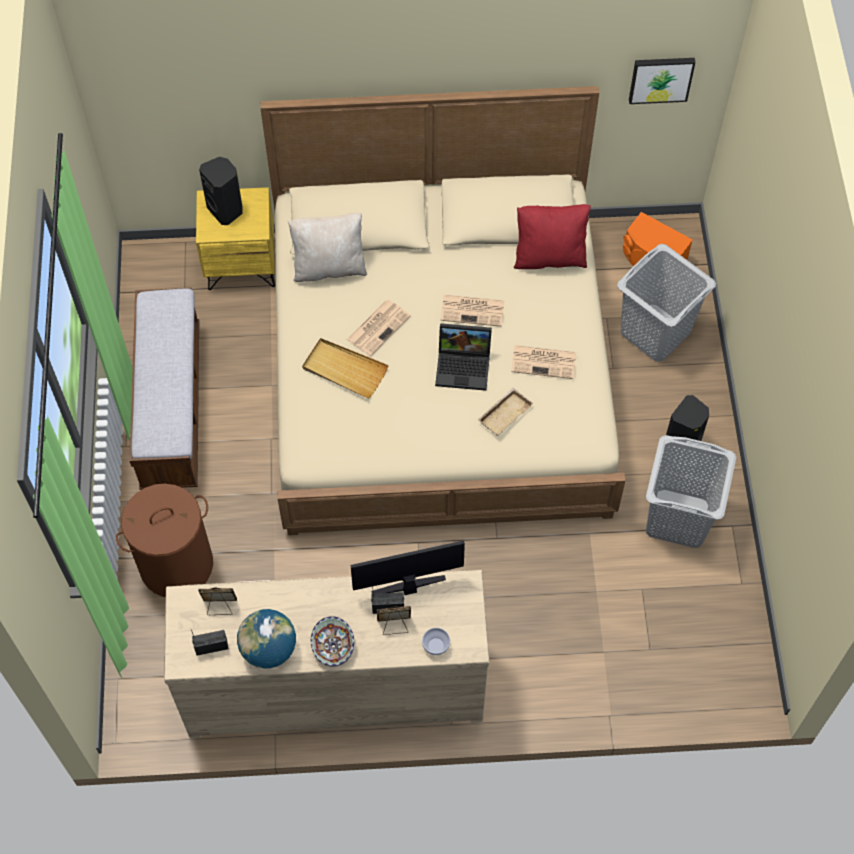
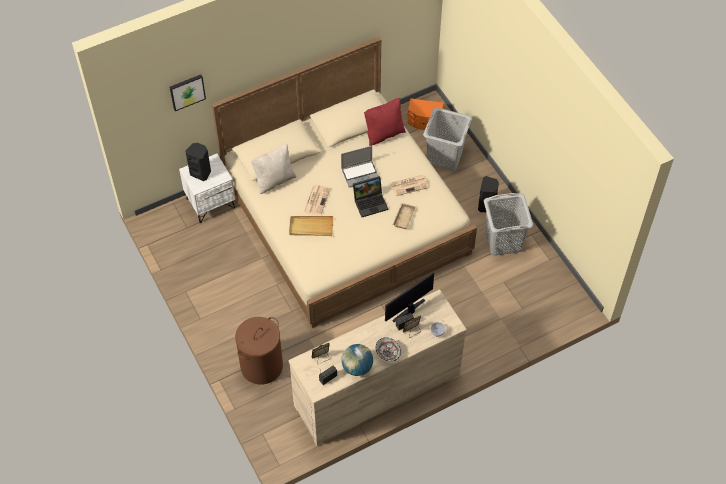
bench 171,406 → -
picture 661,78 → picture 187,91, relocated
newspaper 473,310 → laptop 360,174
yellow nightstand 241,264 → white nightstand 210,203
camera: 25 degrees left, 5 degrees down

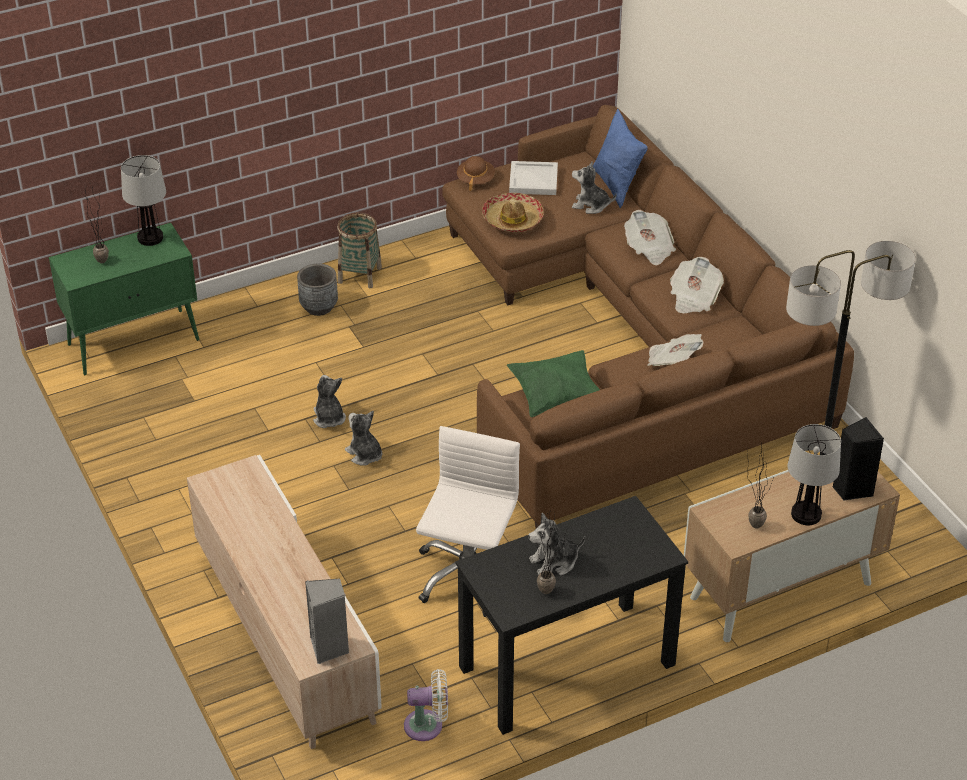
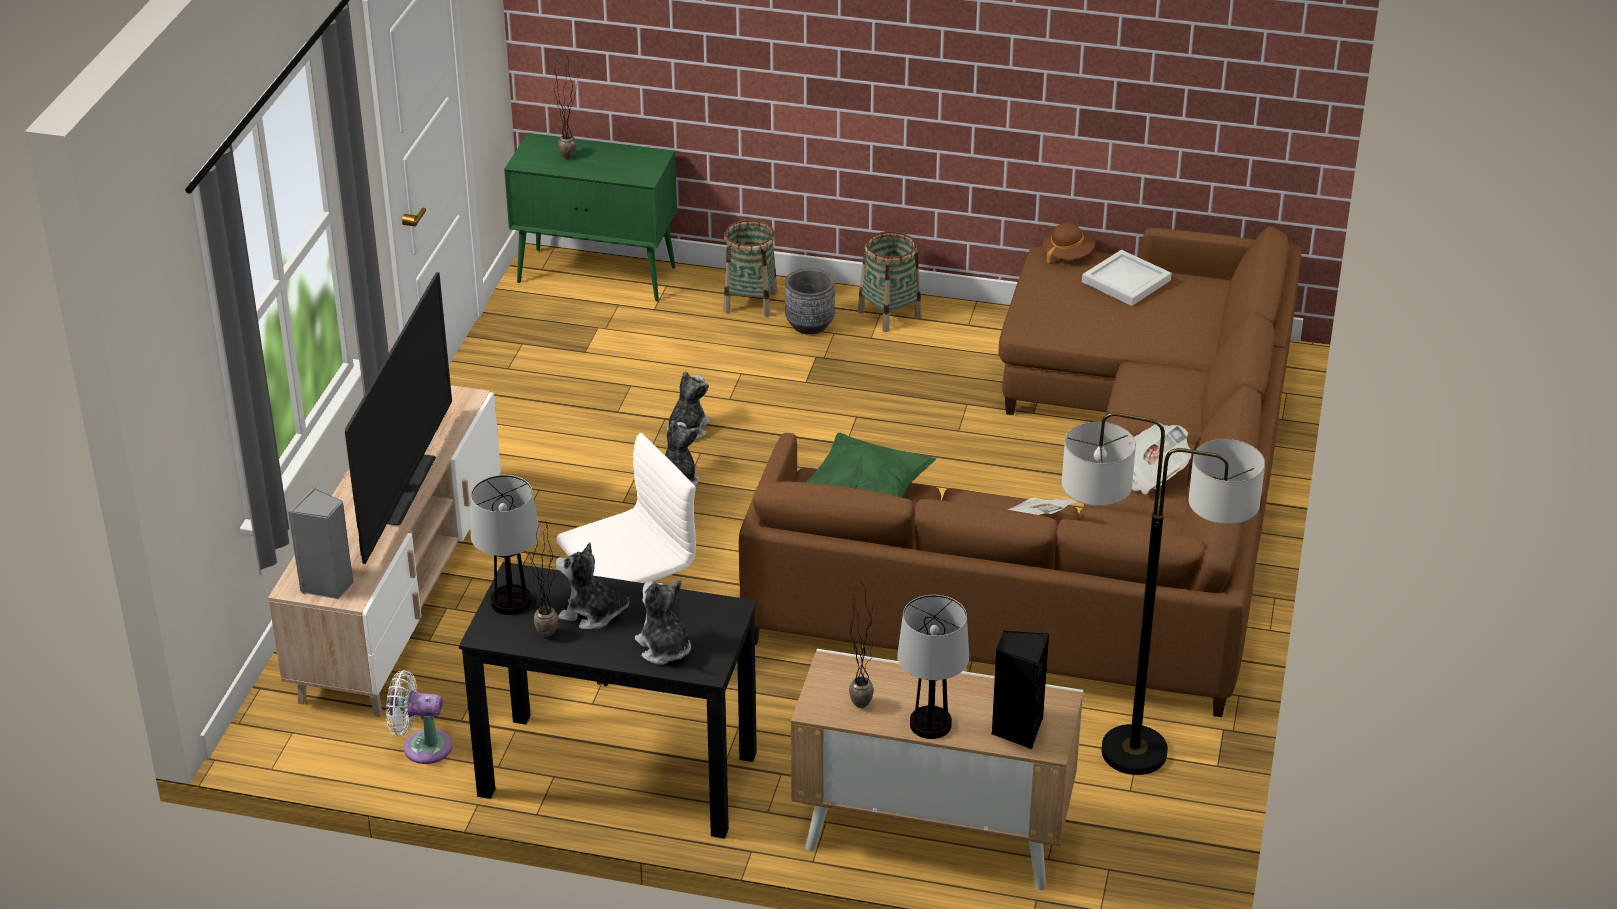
clothing hat 512,219 → -
bluish cushion 617,186 → -
newspaper 649,249 → -
- → TV set 407,490
- → storage basket 750,302
lamp for a table 151,238 → lamp for a table 511,602, relocated
soft toy 591,205 → soft toy 664,648, relocated
white fan 428,725 → white fan 422,746, 150 degrees clockwise
camera: 40 degrees right, 5 degrees down

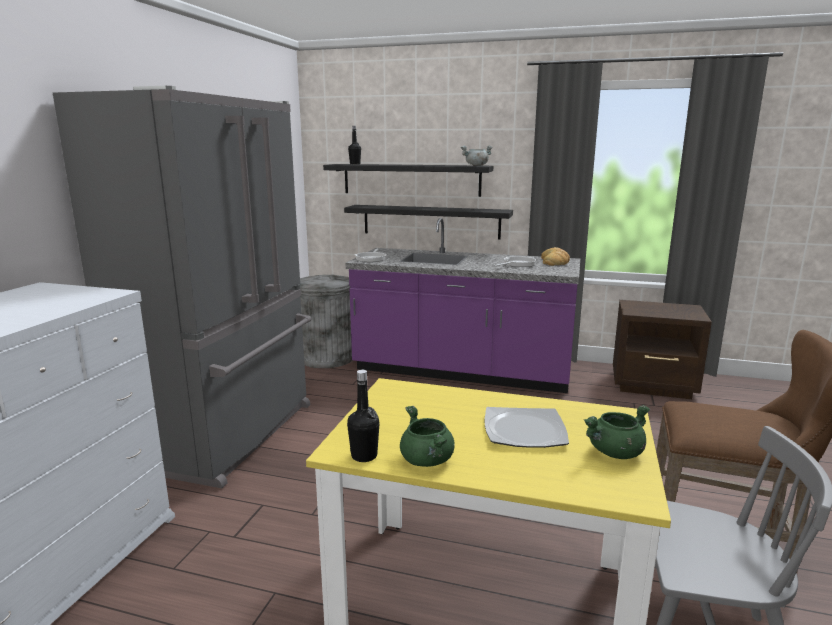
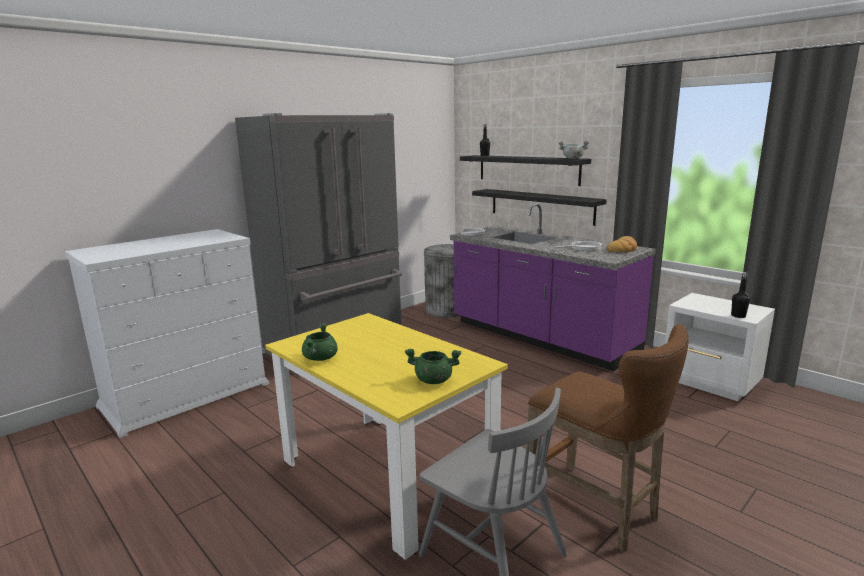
dinner plate 525,431 → -
black-coloured bottle 364,456 → black-coloured bottle 738,316, relocated
brown nightstand 654,386 → white nightstand 711,383
camera: 30 degrees right, 0 degrees up

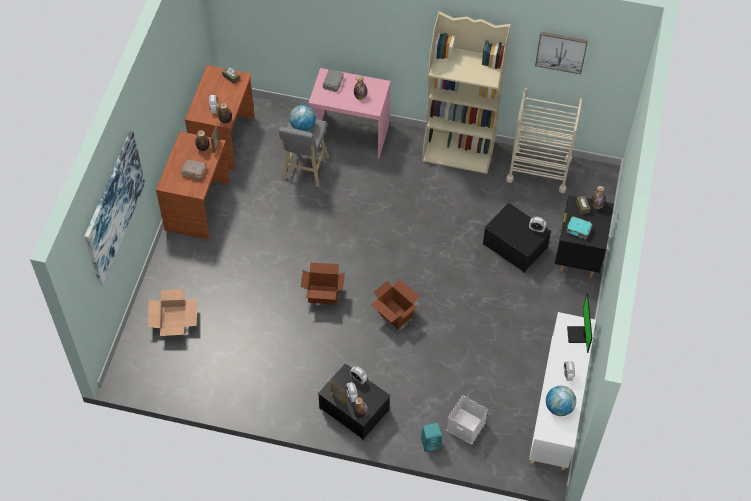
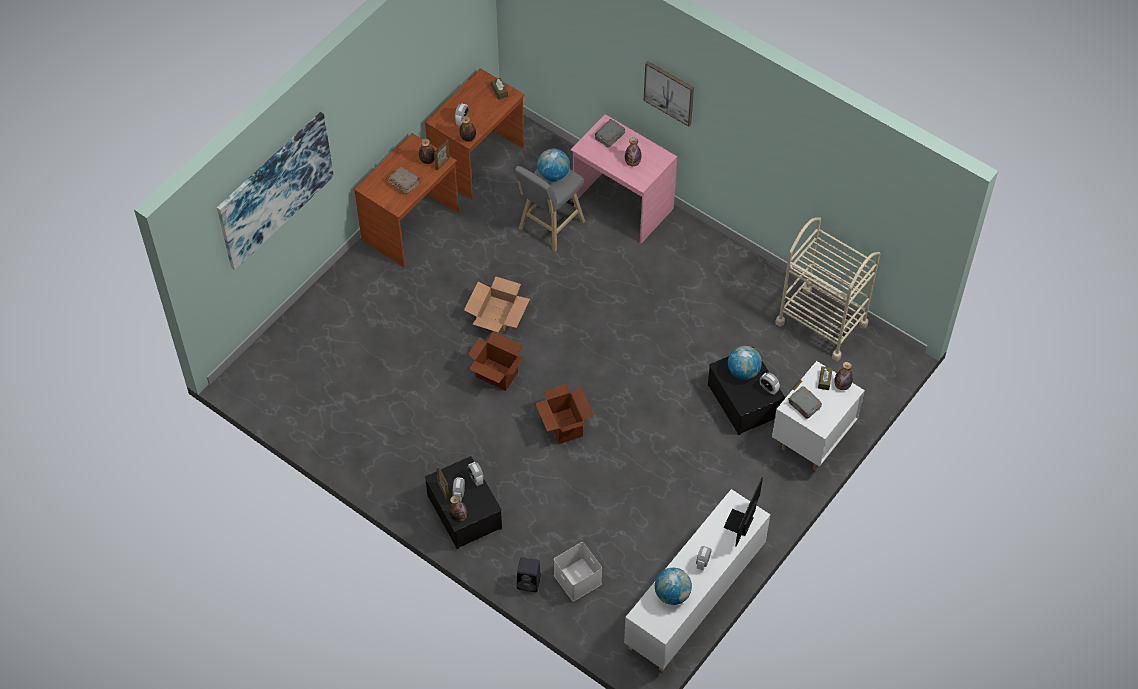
beige bookshelf 459,152 → -
- → world globe 743,371
carton 174,320 → carton 497,314, relocated
picture 561,52 → picture 669,92, relocated
turquoise audio speaker 431,443 → black-coloured audio speaker 529,582
black-coloured nightstand 578,257 → white nightstand 812,441
turquoise bound book 578,230 → gray bound book 804,406
camera: 25 degrees right, 0 degrees up

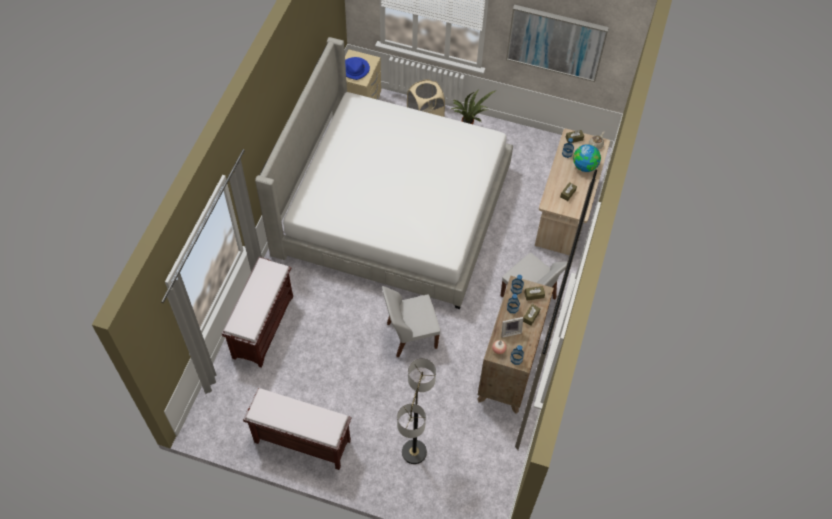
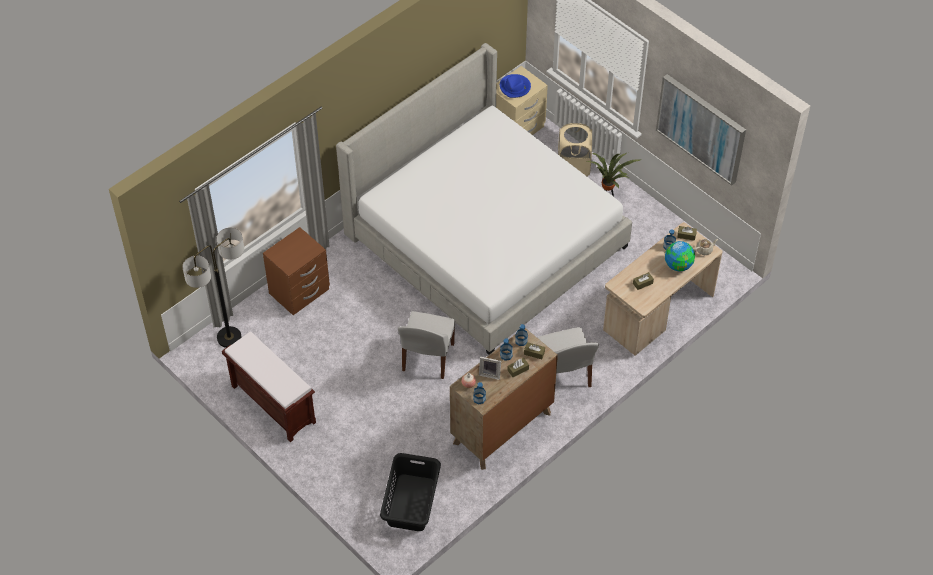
- → black-coloured hamper 410,503
floor lamp 414,452 → floor lamp 229,337, relocated
brown bench 263,326 → brown nightstand 300,292
white chair 410,336 → white chair 427,359, 90 degrees counterclockwise
camera: 30 degrees right, 5 degrees down

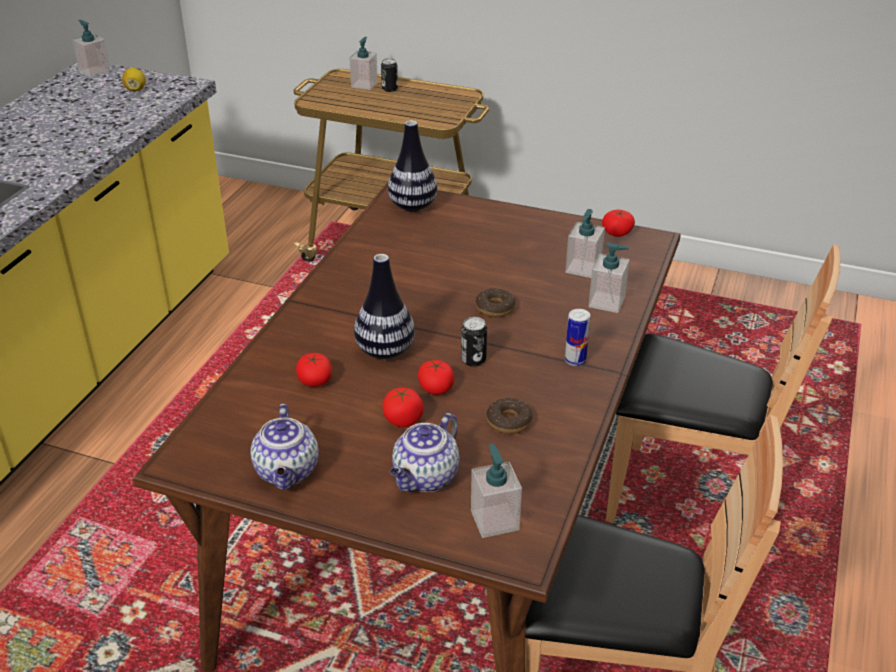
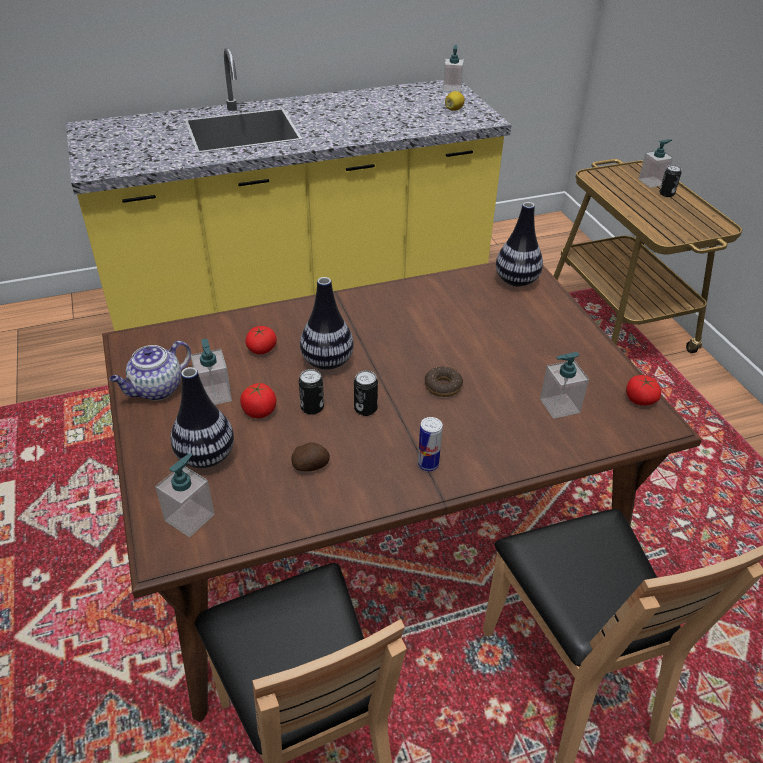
liquid soap bottle 607,302 → liquid soap bottle 214,395, relocated
pot for tea 425,478 → flower vase 205,456
tomato 436,388 → sealed can 312,408
ring doughnut 509,421 → whole potato 311,466
camera: 50 degrees right, 5 degrees up

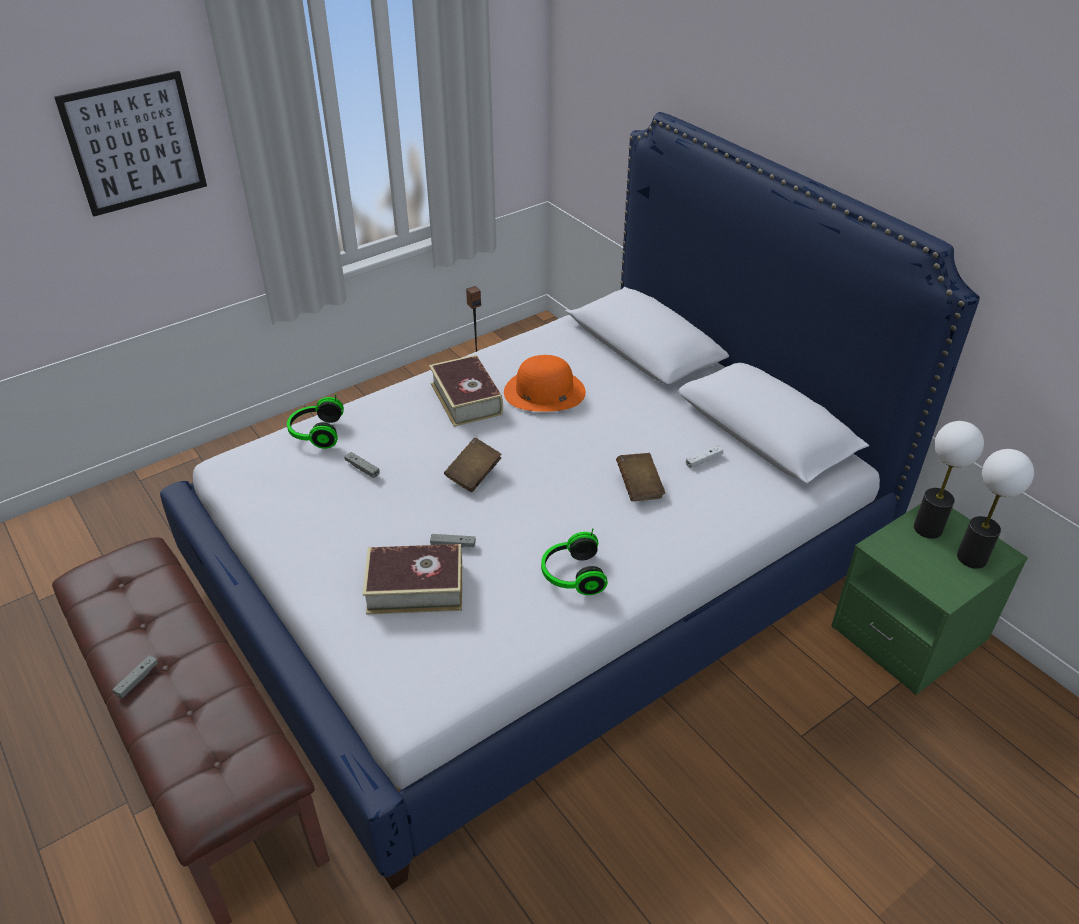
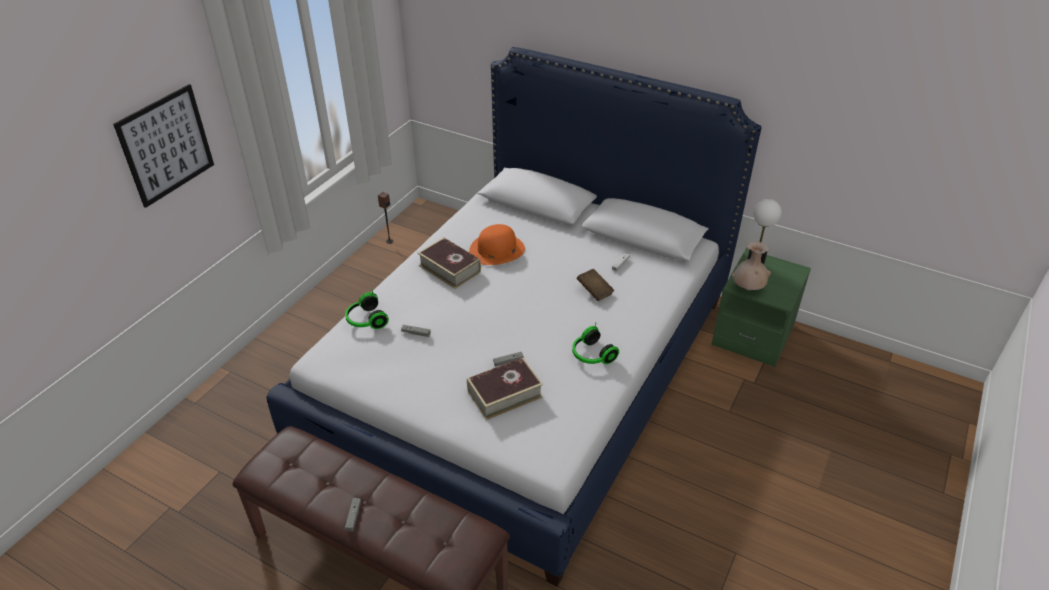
brown bound book 473,475 → -
lamp for a table 971,557 → -
- → beige flower vase 747,288
camera: 25 degrees left, 0 degrees up

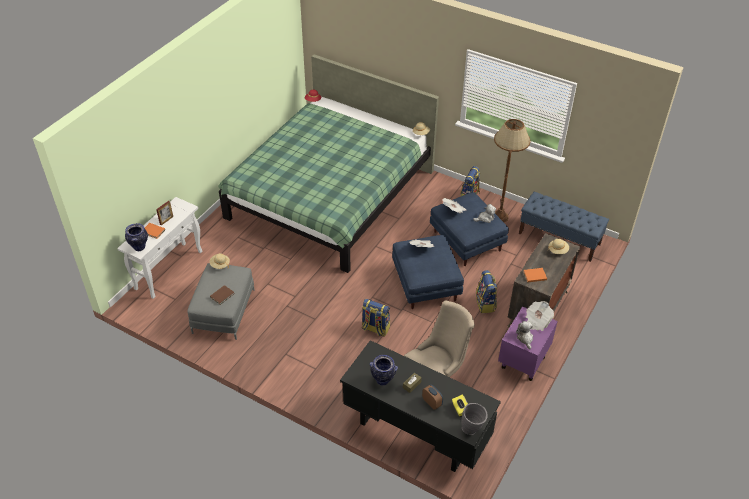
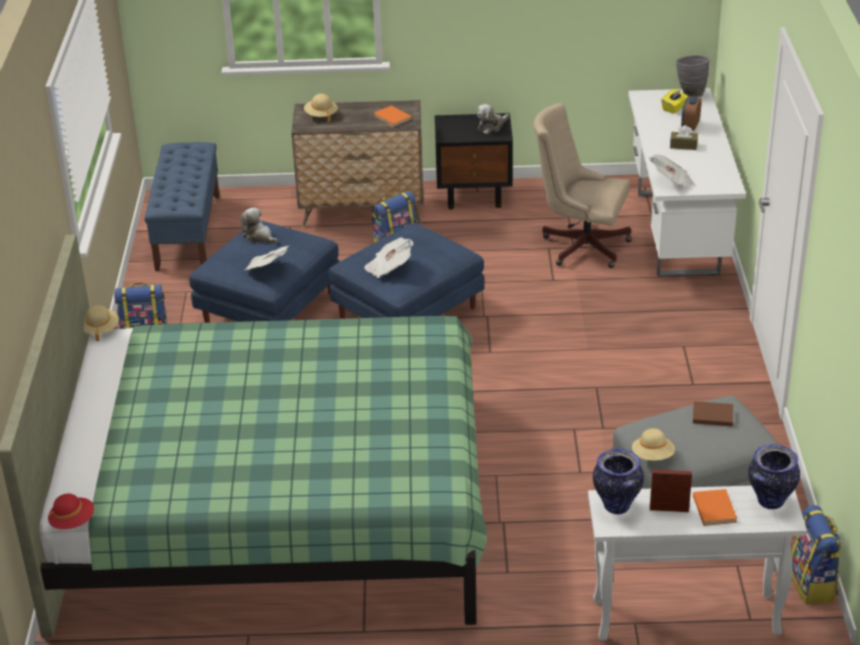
brown floor lamp 500,217 → -
backpack 375,328 → backpack 813,584, relocated
flower vase 383,380 → flower vase 616,506, relocated
newspaper 537,321 → newspaper 672,182, relocated
black-coloured desk unit 415,432 → white desk unit 678,233
purple-coloured nightstand 523,362 → black-coloured nightstand 475,195
camera: 120 degrees left, 10 degrees down

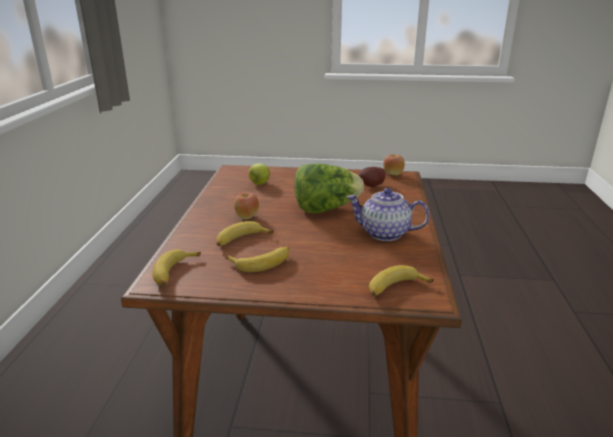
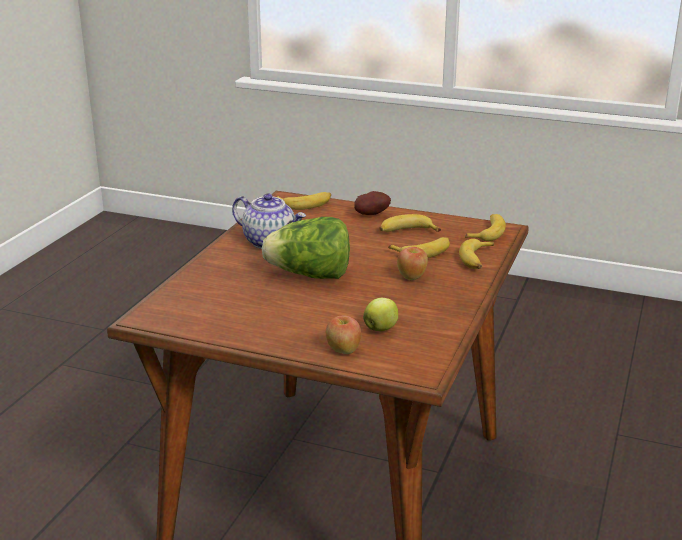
- → banana 477,260
whole potato 373,186 → whole potato 371,214, relocated
apple fruit 393,174 → apple fruit 343,350, relocated
camera: 165 degrees left, 0 degrees up

